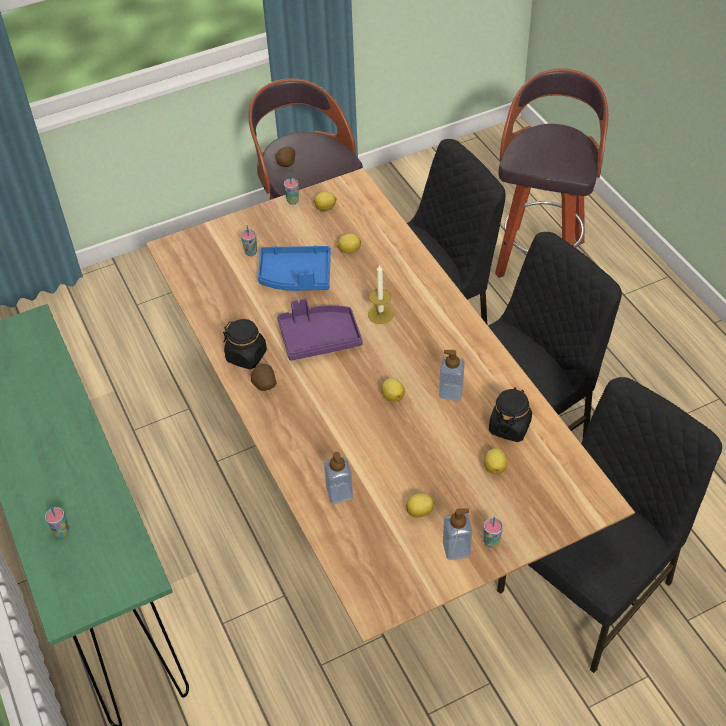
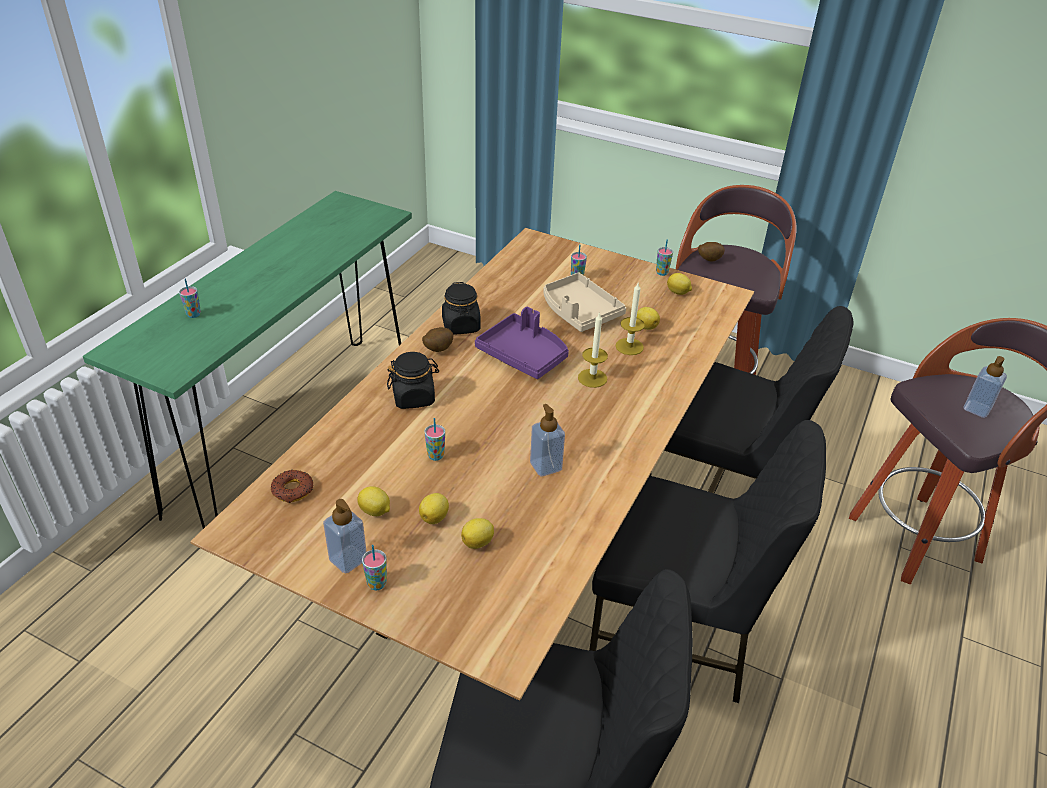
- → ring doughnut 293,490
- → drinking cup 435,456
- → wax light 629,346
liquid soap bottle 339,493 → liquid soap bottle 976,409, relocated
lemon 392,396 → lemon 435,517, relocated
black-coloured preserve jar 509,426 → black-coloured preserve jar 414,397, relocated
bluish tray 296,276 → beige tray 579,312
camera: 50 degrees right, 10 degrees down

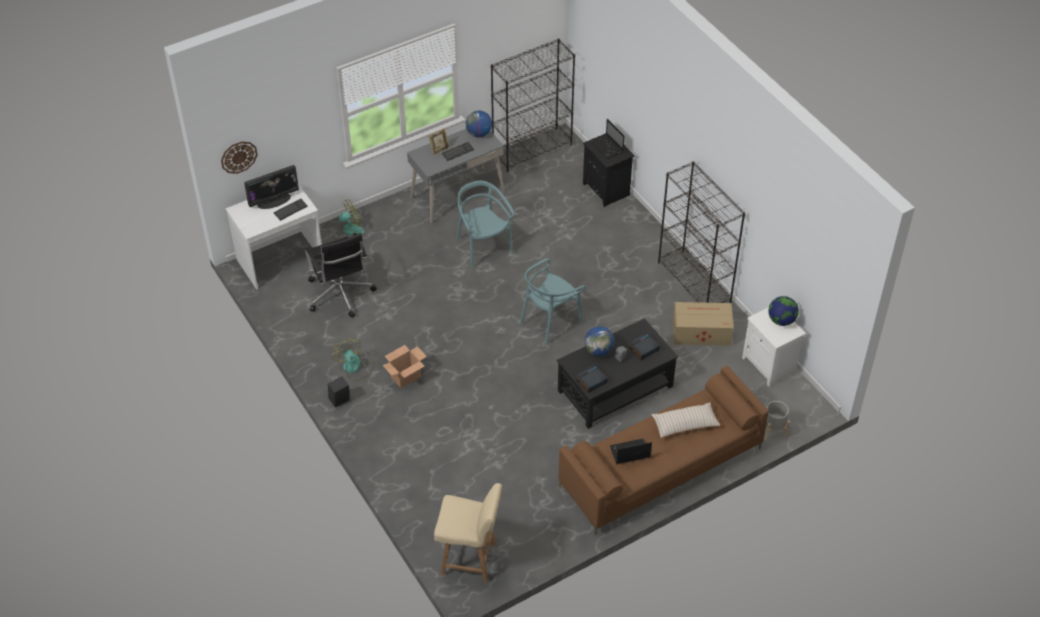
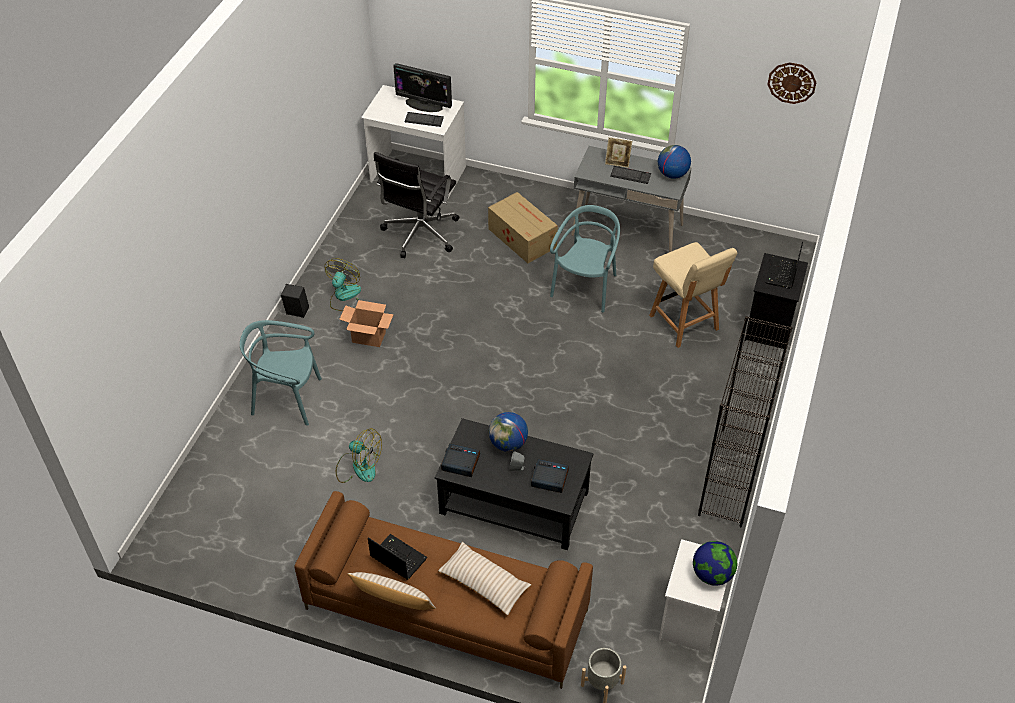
black-coloured bookshelf 532,149 → -
- → beige cushion 393,600
wall clock 238,157 → wall clock 791,82, relocated
fan 348,232 → fan 358,466, relocated
beige chair 470,559 → beige chair 684,323, relocated
turquoise chair 550,321 → turquoise chair 287,399, relocated
carton 700,332 → carton 522,237, relocated
camera: 50 degrees right, 0 degrees up

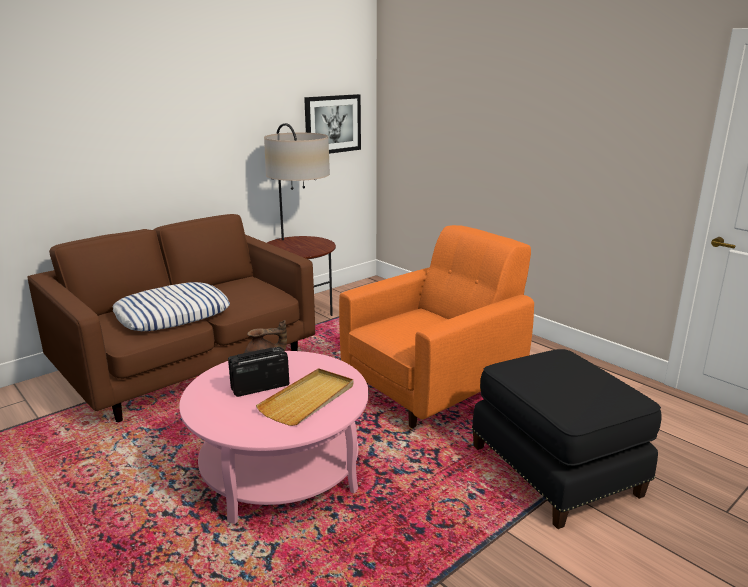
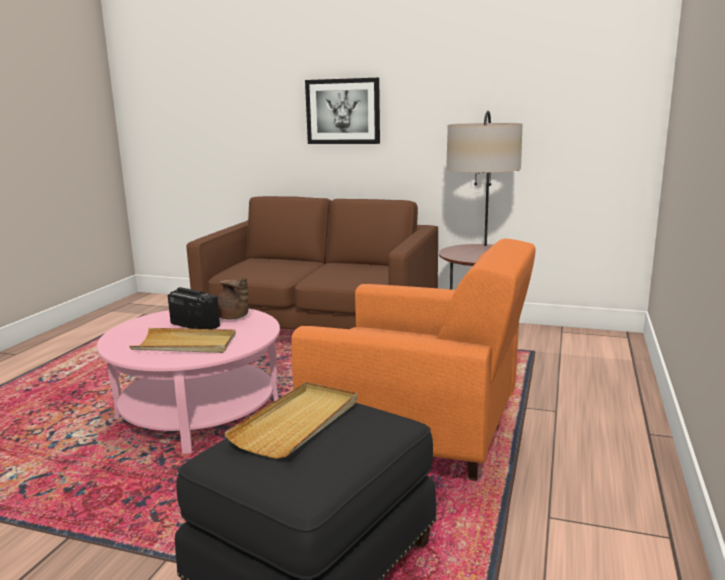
cushion 173,314 → -
- → beige tray 298,422
picture 332,124 → picture 343,111, relocated
camera: 60 degrees right, 5 degrees down

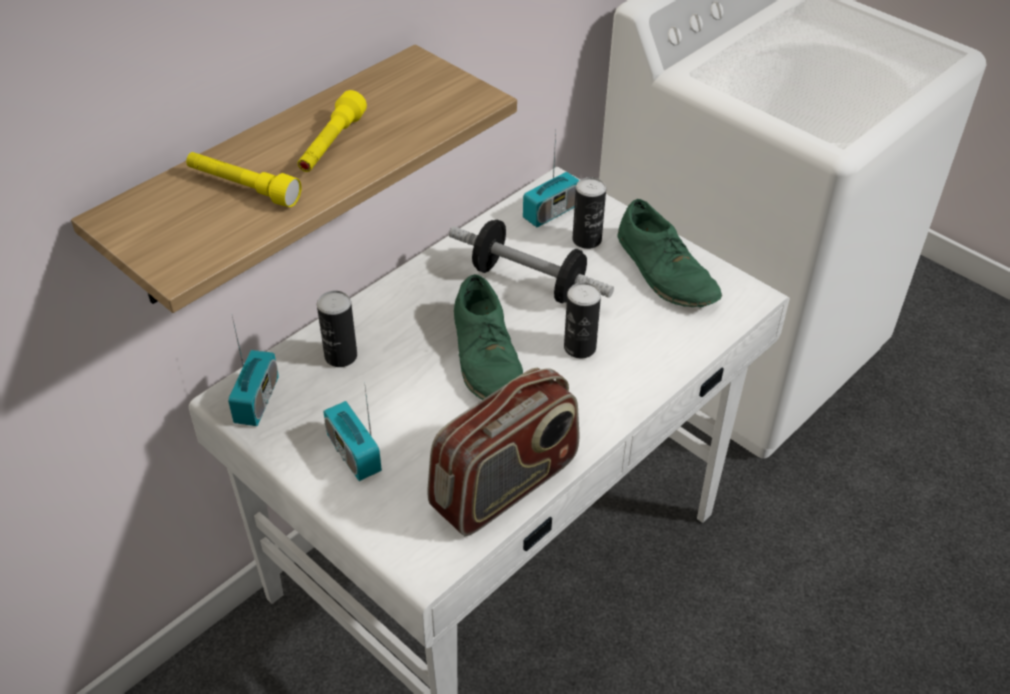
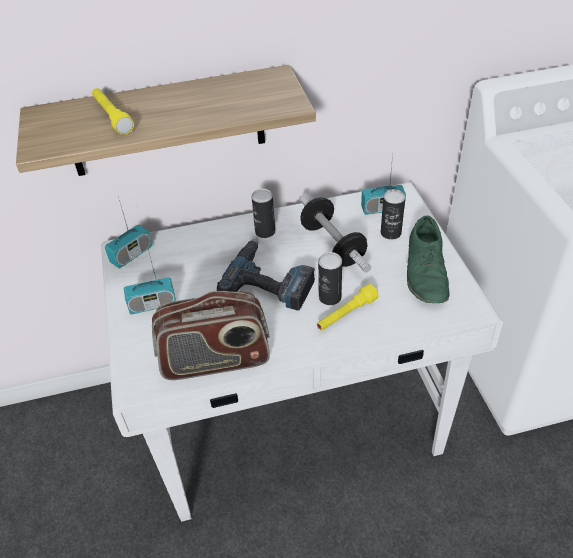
yellow flashlight 331,145 → yellow flashlight 346,314, relocated
sealed can 341,356 → sealed can 265,232, relocated
greenish low shoe 487,357 → drill 270,280
radio receiver 353,454 → radio receiver 152,304, 105 degrees counterclockwise
camera: 35 degrees right, 0 degrees up

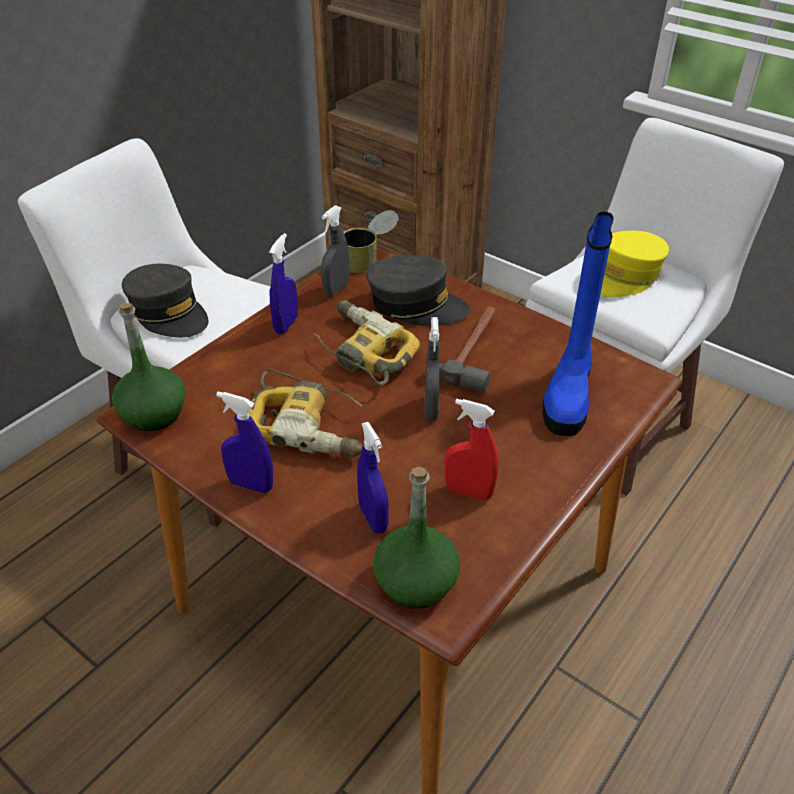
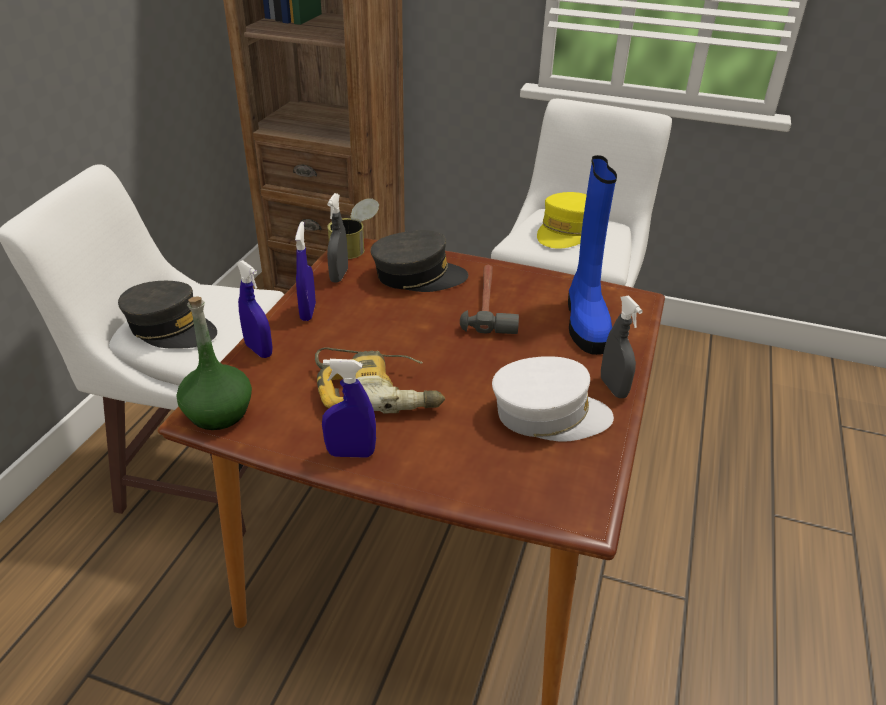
drill 361,352 → -
greenish bottle 415,582 → -
bluish sprayer 373,518 → bluish sprayer 259,350, relocated
gray sprayer 431,409 → gray sprayer 613,388, relocated
red sprayer 468,492 → white baseball cap 549,415
camera: 20 degrees left, 5 degrees down

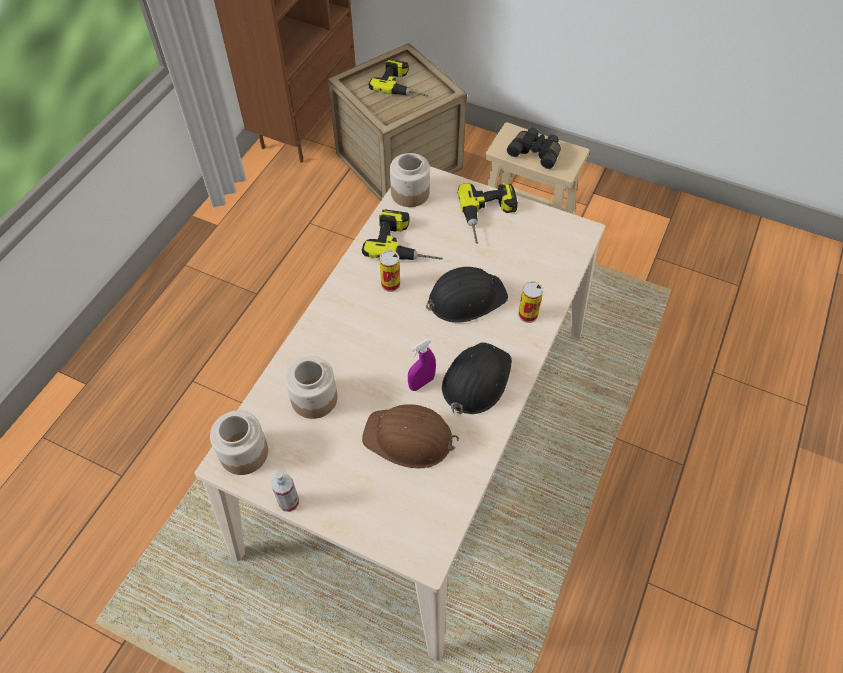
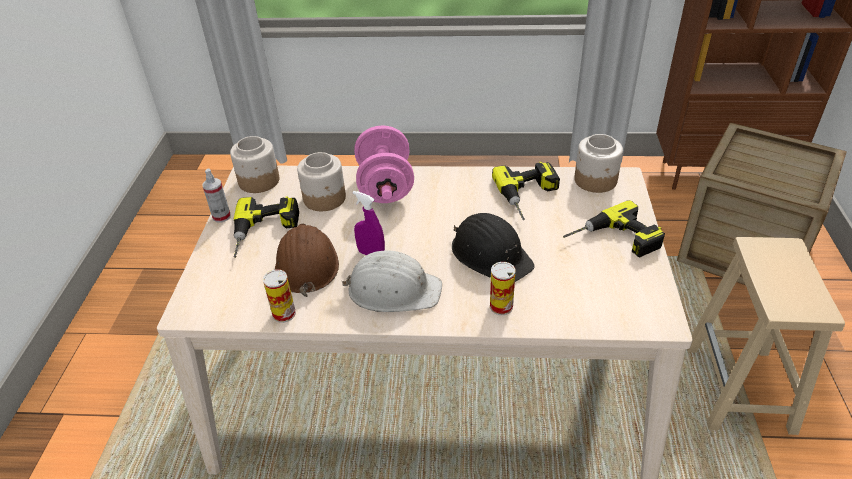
black-coloured binoculars 536,152 → -
- → pink hand weight 385,186
drill 403,84 → drill 265,232, relocated
sealed can 390,284 → sealed can 284,314, relocated
black-coloured work helmet 476,380 → white work helmet 393,290
camera: 70 degrees right, 15 degrees down

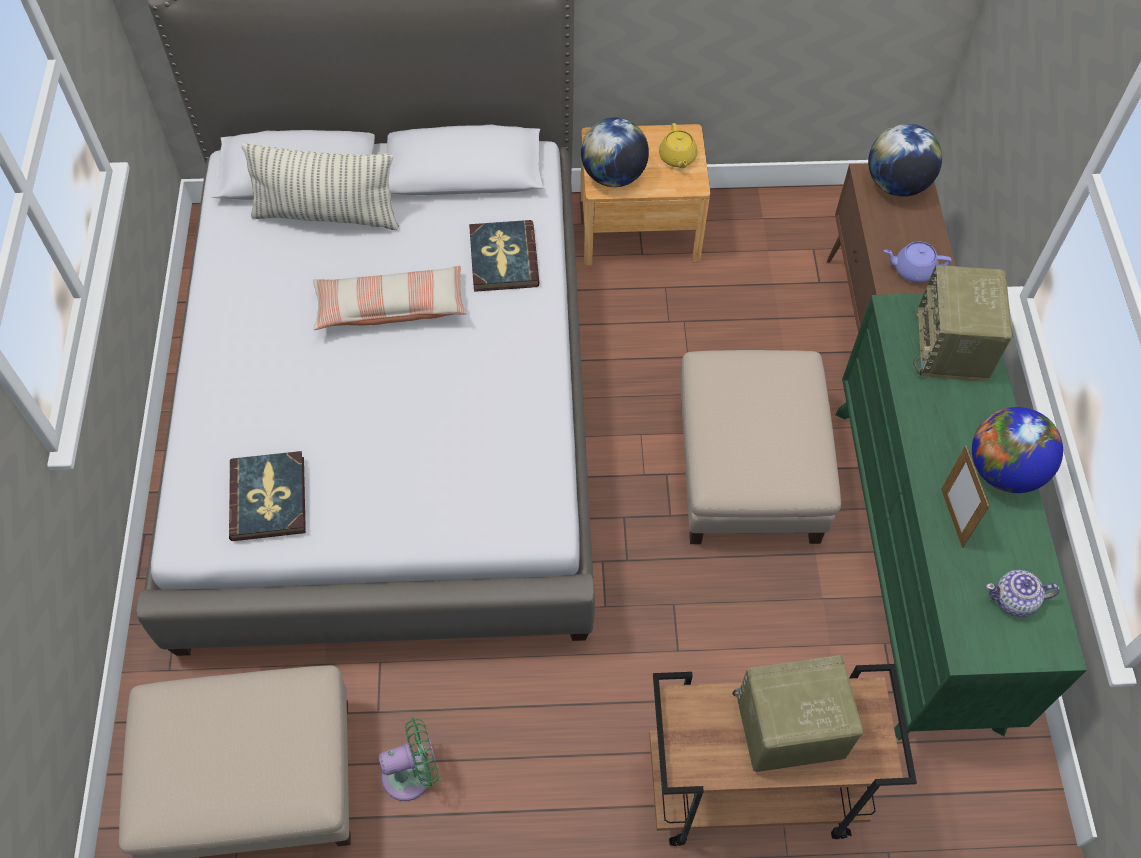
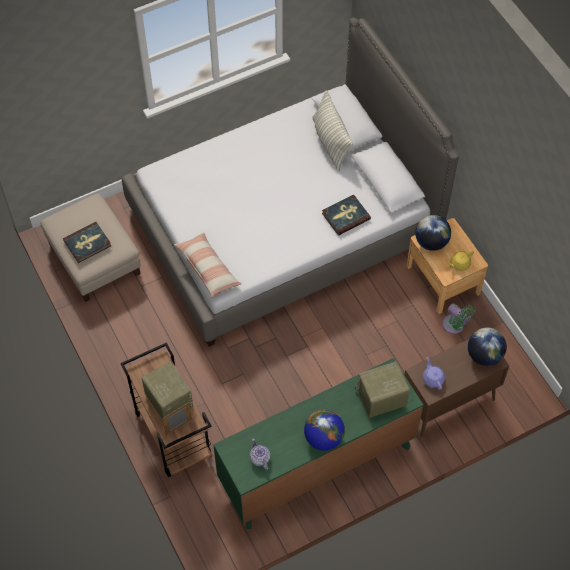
beige ottoman 749,470 → -
bound book 269,498 → bound book 87,243, relocated
cushion 391,308 → cushion 208,269, relocated
greenish fan 412,774 → greenish fan 455,326, relocated
standing frame 952,518 → standing frame 179,427, relocated
camera: 65 degrees right, 0 degrees up

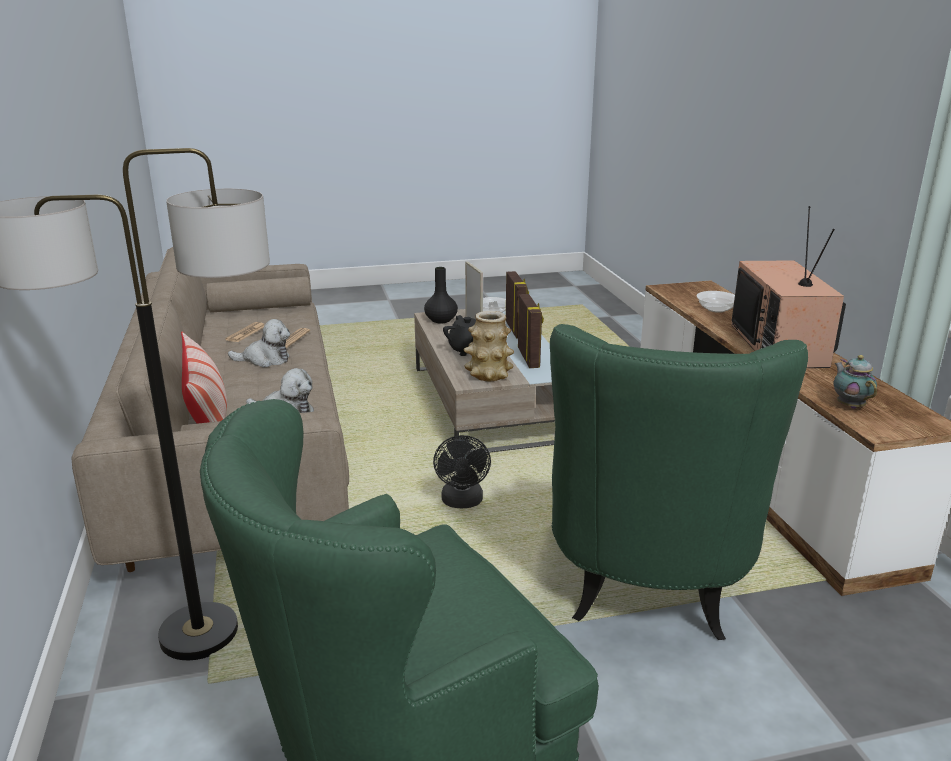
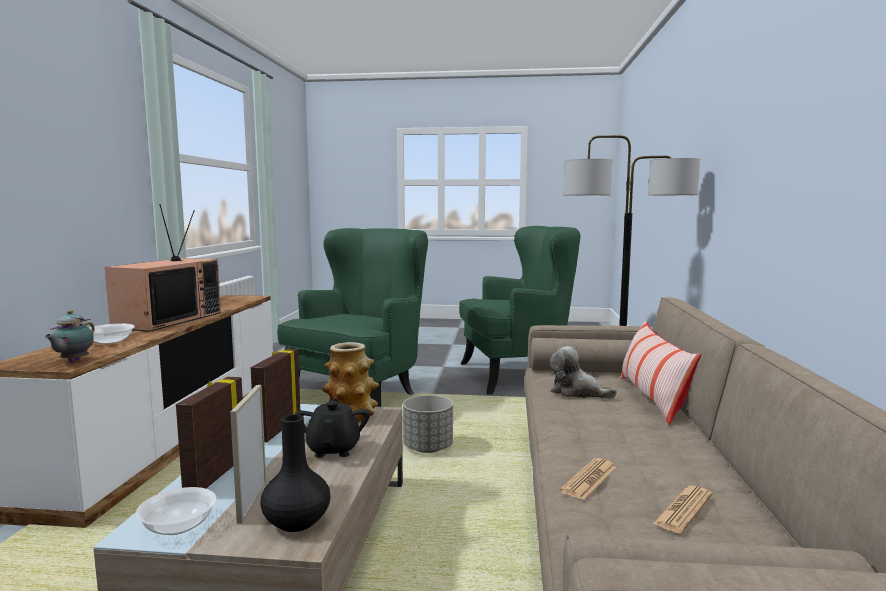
soft toy 265,360 → -
pot for tea 849,405 → pot for tea 73,361, relocated
black-coloured fan 462,503 → gray planter 427,448
camera: 160 degrees left, 15 degrees down

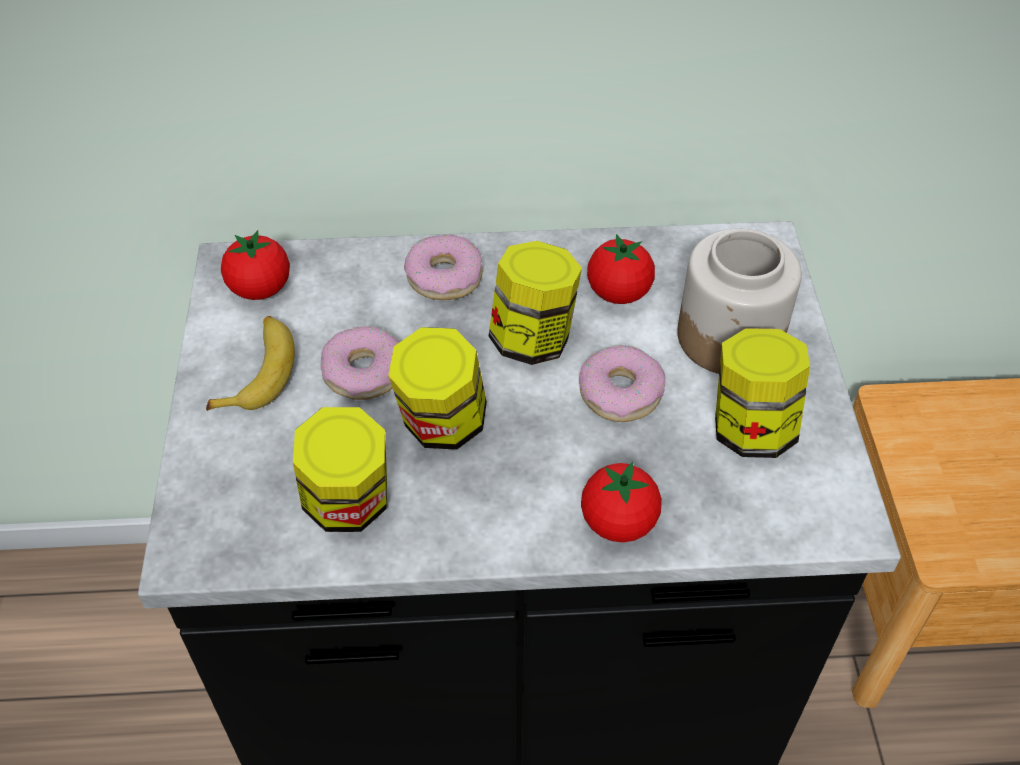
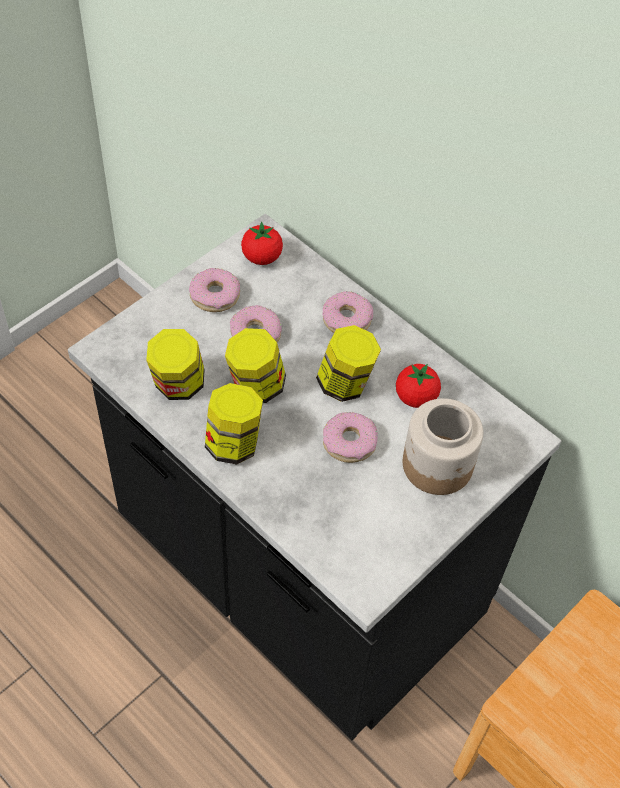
tomato 618,522 → -
preserve jar 751,429 → preserve jar 234,443, relocated
banana 259,371 → ring doughnut 215,296
camera: 45 degrees right, 5 degrees up

